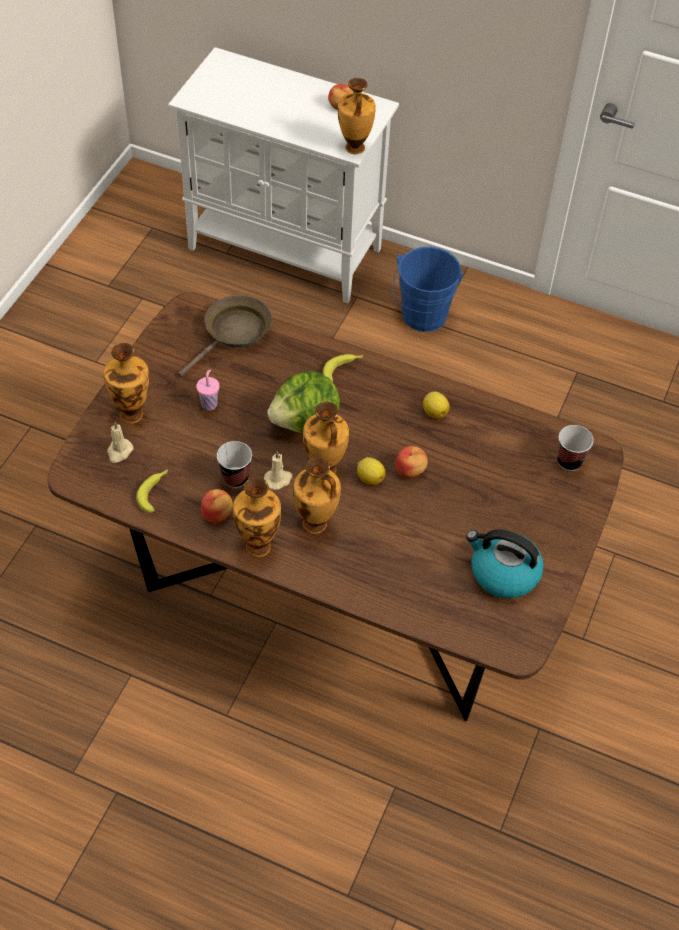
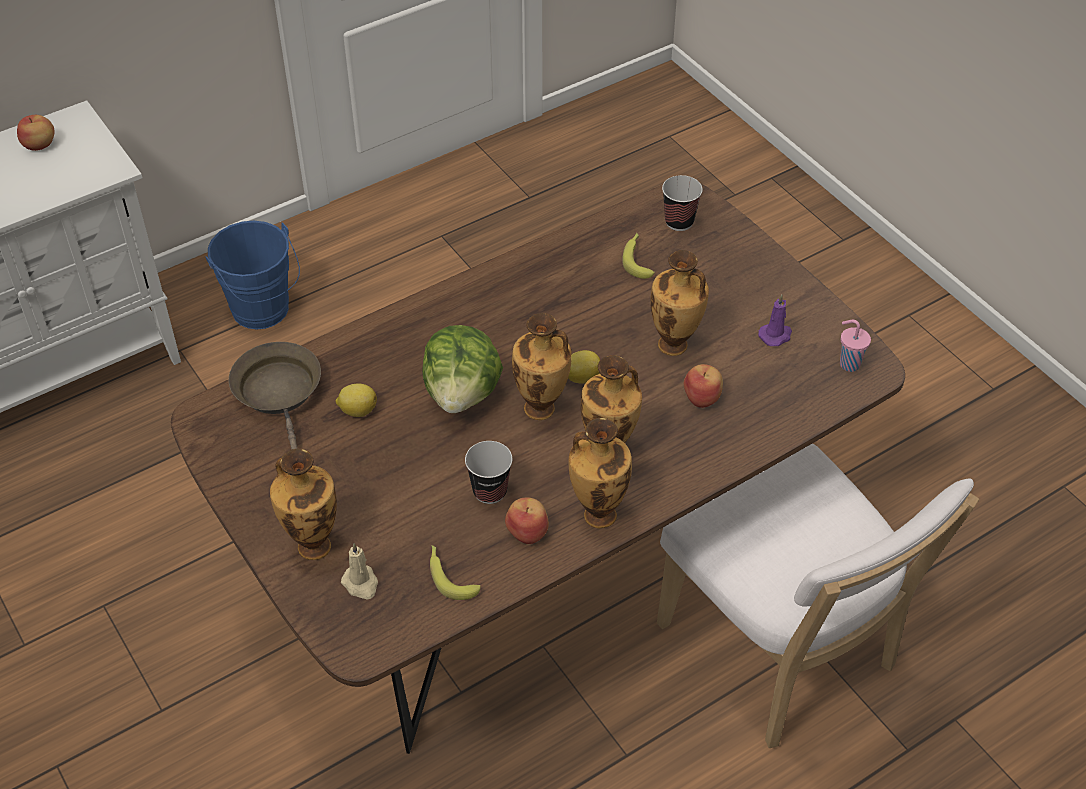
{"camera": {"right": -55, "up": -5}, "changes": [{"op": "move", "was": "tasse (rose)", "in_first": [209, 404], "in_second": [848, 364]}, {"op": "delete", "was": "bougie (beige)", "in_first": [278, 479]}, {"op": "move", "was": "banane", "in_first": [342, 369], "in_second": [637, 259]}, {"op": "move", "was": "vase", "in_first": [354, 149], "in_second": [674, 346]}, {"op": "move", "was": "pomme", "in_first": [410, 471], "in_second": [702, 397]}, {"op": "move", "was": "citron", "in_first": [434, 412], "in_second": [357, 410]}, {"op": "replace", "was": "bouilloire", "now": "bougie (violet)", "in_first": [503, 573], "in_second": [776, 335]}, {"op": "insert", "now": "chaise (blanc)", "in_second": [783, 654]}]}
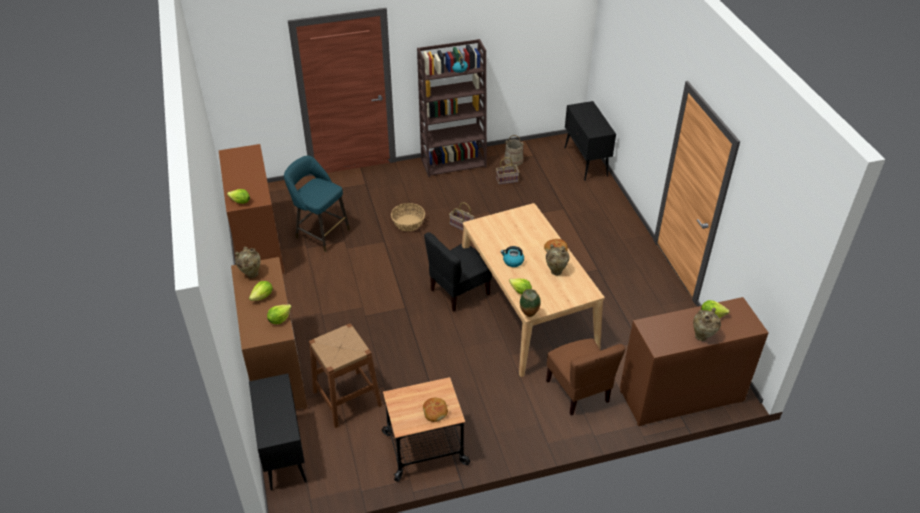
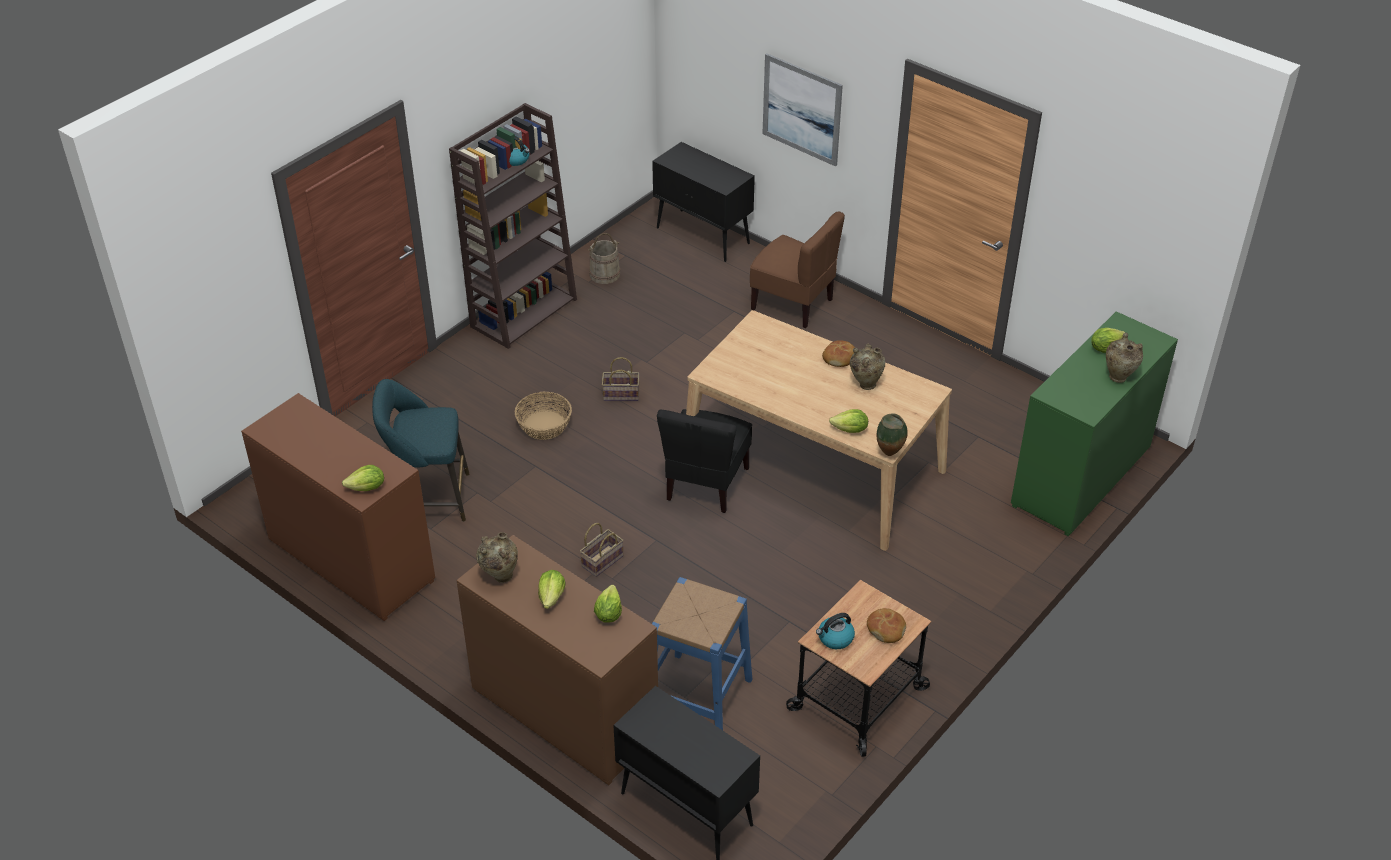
{"camera": {"right": -35, "up": 0}, "changes": [{"op": "recolor", "was": "tabouret (marron)", "now": "tabouret (bleu)", "in_first": [347, 398], "in_second": [698, 695]}, {"op": "move", "was": "panier", "in_first": [507, 179], "in_second": [602, 560]}, {"op": "move", "was": "bouilloire", "in_first": [512, 261], "in_second": [835, 638]}, {"op": "move", "was": "chaise (marron)", "in_first": [578, 391], "in_second": [793, 304]}, {"op": "recolor", "was": "commode (marron)", "now": "commode (vert)", "in_first": [681, 396], "in_second": [1081, 477]}, {"op": "insert", "now": "tableau", "in_second": [802, 109]}]}
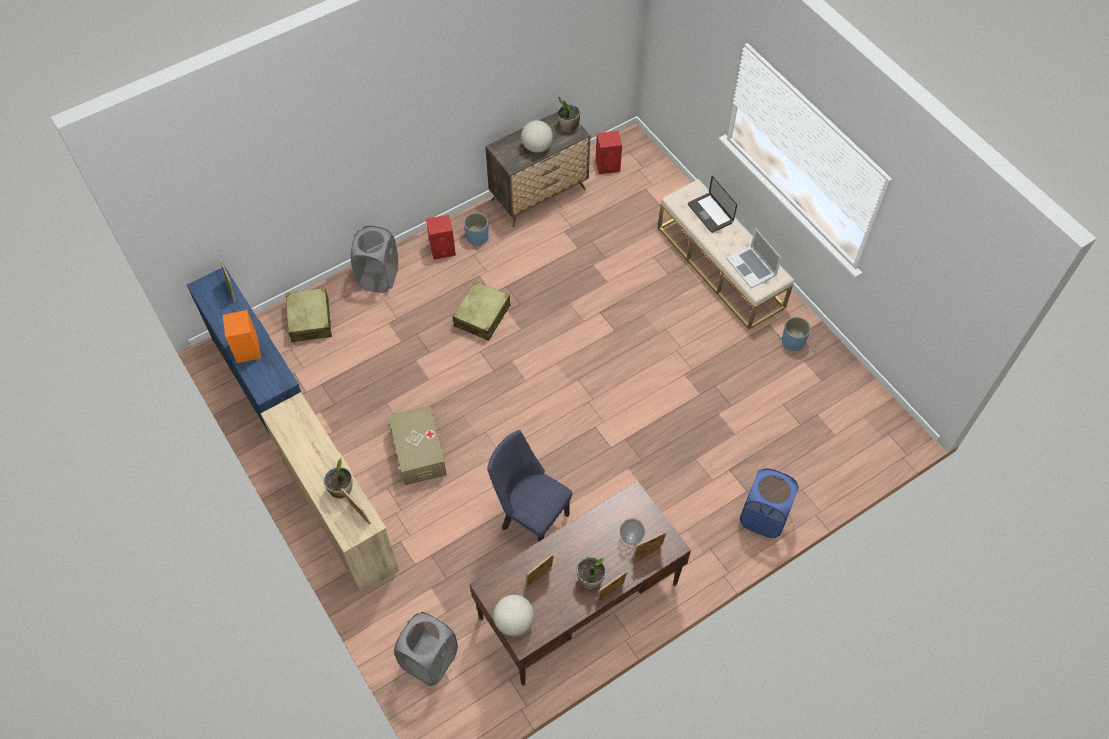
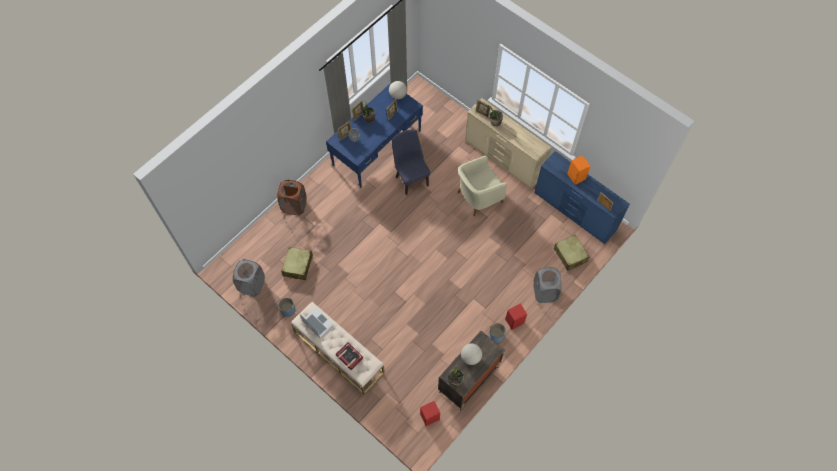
{"camera": {"right": 165, "up": 5}, "changes": [{"op": "replace", "was": "boîte de rangement (beige)", "now": "fauteuil (beige)", "in_first": [419, 452], "in_second": [478, 197]}, {"op": "move", "was": "panier à linge (gris)", "in_first": [430, 660], "in_second": [252, 285]}, {"op": "move", "was": "valise (beige)", "in_first": [482, 316], "in_second": [297, 266]}, {"op": "recolor", "was": "bureau (marron)", "now": "bureau (bleu)", "in_first": [579, 601], "in_second": [377, 148]}, {"op": "rotate", "was": "chaise (bleu)", "in_first": [530, 518], "in_second": [410, 178], "clockwise": -135}, {"op": "replace", "was": "ordinateur portable", "now": "livre", "in_first": [710, 213], "in_second": [349, 357]}, {"op": "recolor", "was": "panier à linge (bleu)", "now": "panier à linge (marron)", "in_first": [763, 517], "in_second": [294, 206]}]}
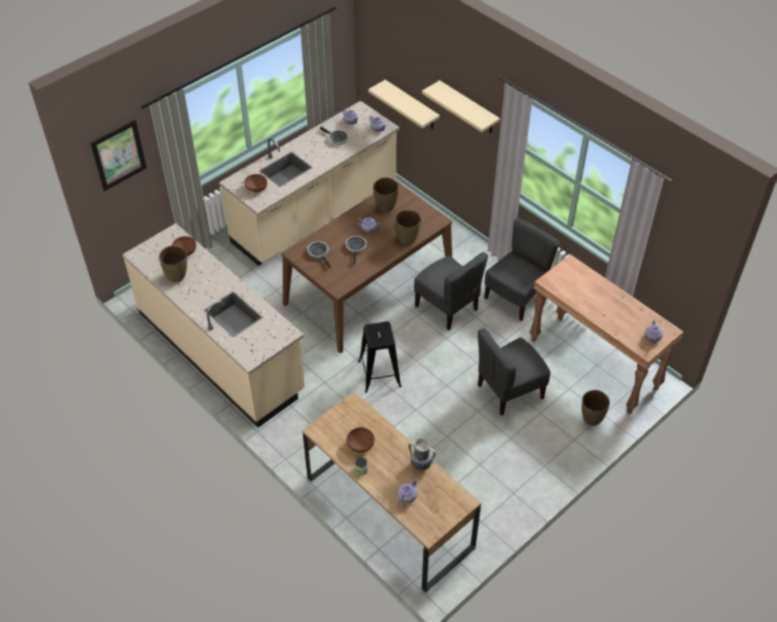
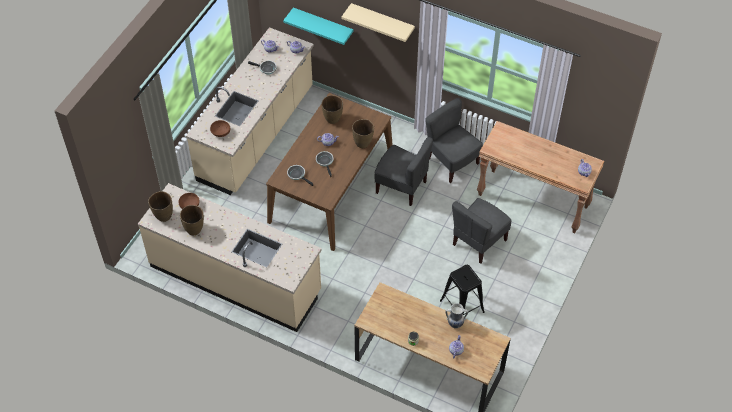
{"camera": {"right": -20, "up": 5}, "changes": [{"op": "delete", "was": "tableau", "in_first": [118, 155]}, {"op": "delete", "was": "bol (marron)", "in_first": [361, 445]}, {"op": "move", "was": "tabouret (noir)", "in_first": [379, 374], "in_second": [462, 306]}, {"op": "recolor", "was": "étagère (beige)", "now": "étagère (turquoise)", "in_first": [411, 106], "in_second": [323, 25]}, {"op": "rotate", "was": "chaise (gris)", "in_first": [516, 297], "in_second": [452, 162], "clockwise": -60}, {"op": "move", "was": "vase (marron)", "in_first": [591, 419], "in_second": [163, 216]}]}
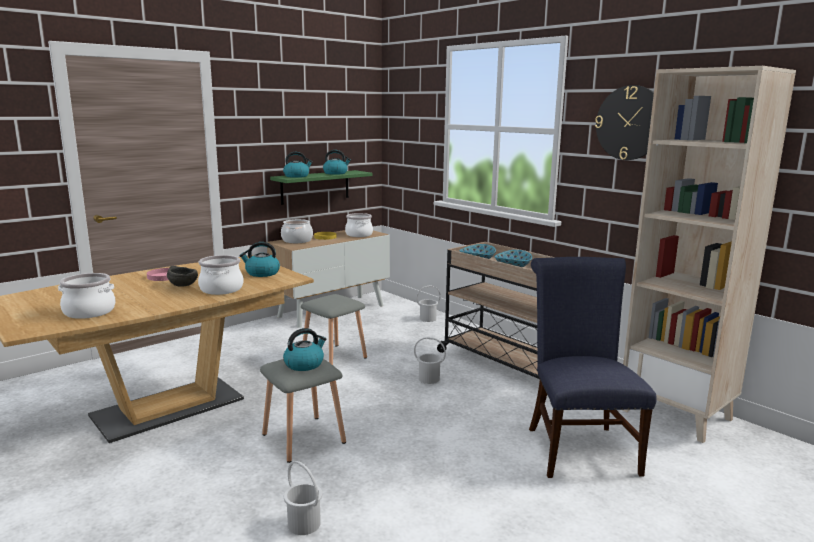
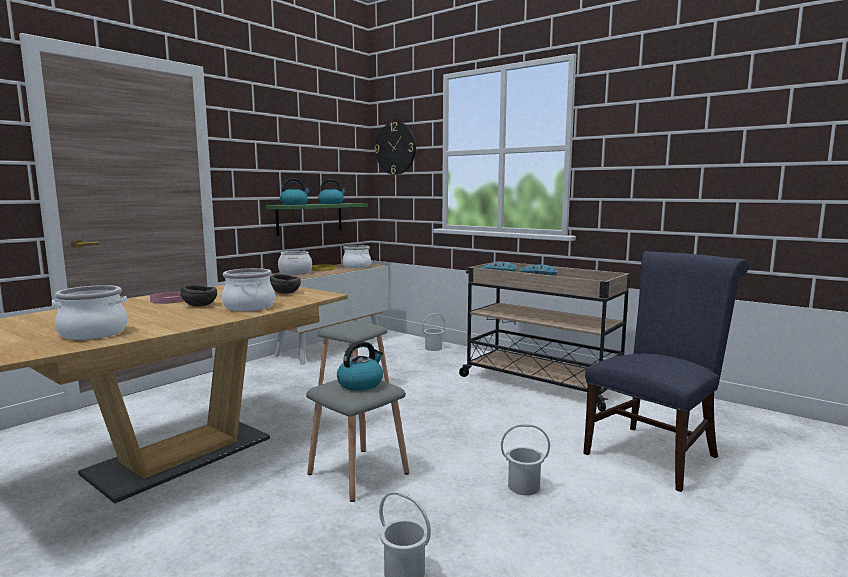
{"camera": {"right": -10, "up": -5}, "changes": [{"op": "replace", "was": "bouilloire", "now": "bol (gris)", "in_first": [262, 273], "in_second": [285, 293]}, {"op": "move", "was": "seau (blanc)", "in_first": [429, 379], "in_second": [523, 486]}, {"op": "rotate", "was": "chaise (bleu)", "in_first": [578, 446], "in_second": [655, 452], "clockwise": 60}, {"op": "move", "was": "horloge murale", "in_first": [630, 123], "in_second": [396, 148]}, {"op": "delete", "was": "bibliothèque (beige)", "in_first": [677, 415]}]}
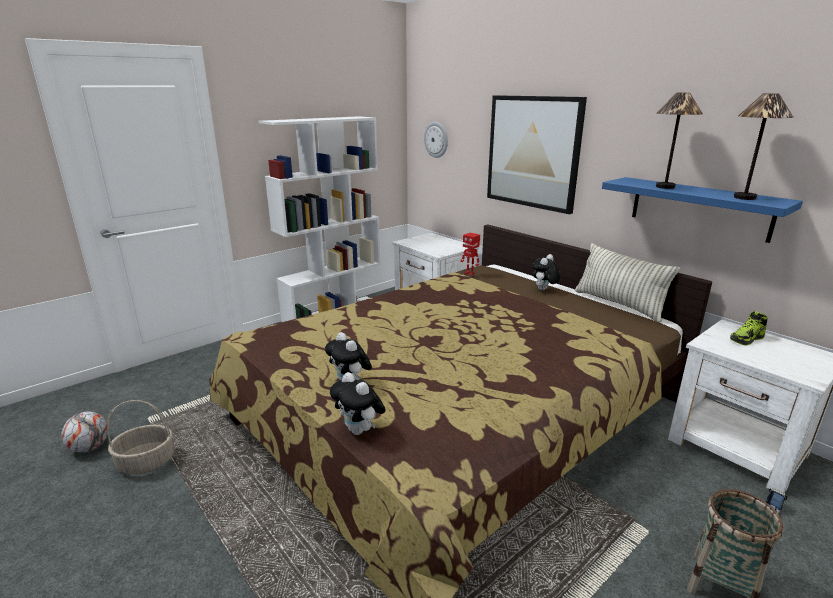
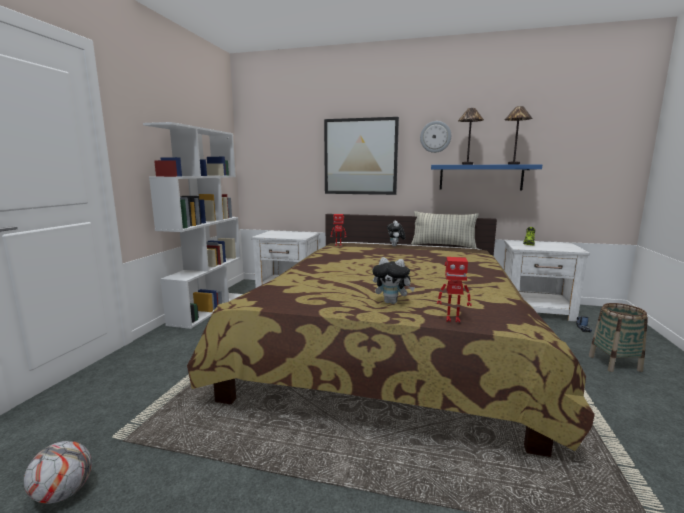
{"camera": {"right": -35, "up": -10}, "changes": [{"op": "delete", "was": "panier", "in_first": [145, 463]}, {"op": "replace", "was": "peluche", "now": "robot jouet", "in_first": [359, 431], "in_second": [452, 319]}, {"op": "move", "was": "horloge murale", "in_first": [436, 139], "in_second": [435, 137]}]}
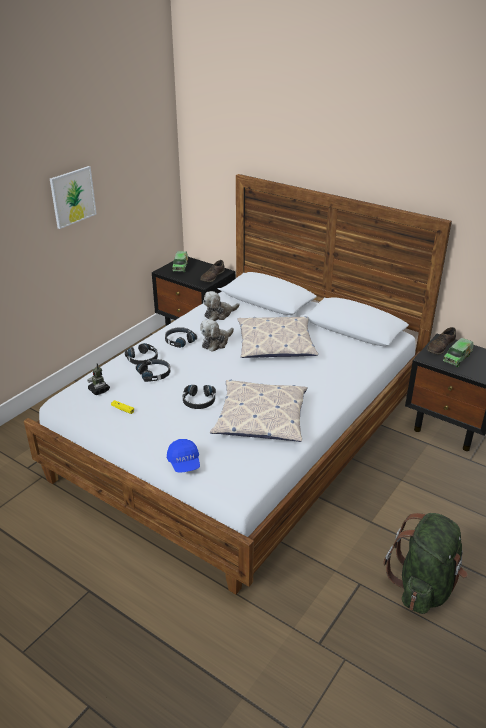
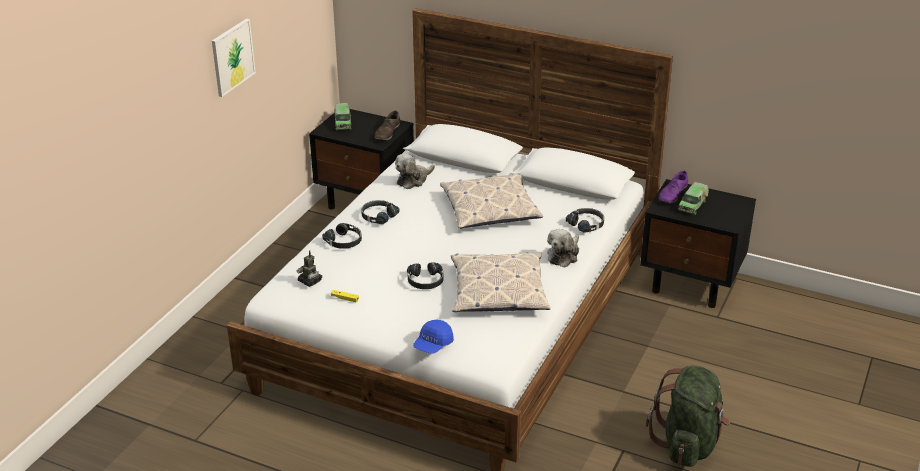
{"camera": {"right": -10, "up": 0}, "changes": [{"op": "move", "was": "casque audio (noir)", "in_first": [154, 374], "in_second": [586, 224]}, {"op": "rotate", "was": "casquette (bleu)", "in_first": [184, 463], "in_second": [433, 345], "clockwise": 60}, {"op": "move", "was": "peluche", "in_first": [216, 342], "in_second": [564, 255]}, {"op": "recolor", "was": "chaussure (marron)", "now": "chaussure (violet)", "in_first": [440, 346], "in_second": [673, 194]}]}
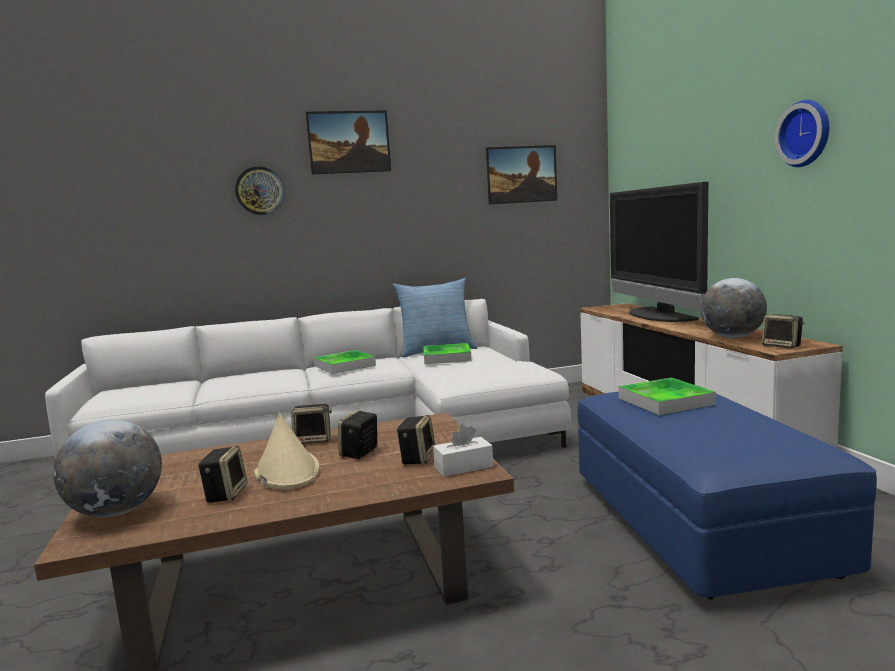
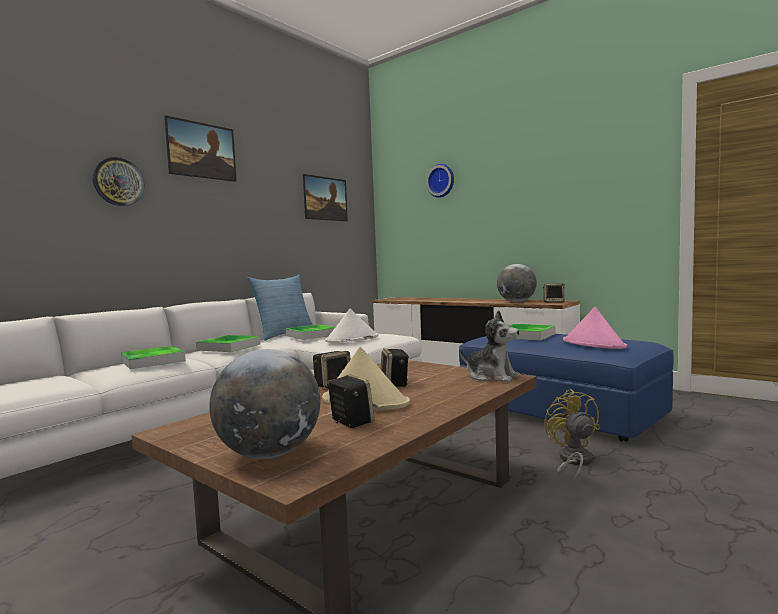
{"camera": {"right": -35, "up": -5}, "changes": [{"op": "delete", "was": "enceinte", "in_first": [417, 458]}, {"op": "replace", "was": "boîte à mouchoirs (blanc)", "now": "peluche", "in_first": [463, 467], "in_second": [492, 377]}, {"op": "delete", "was": "téléviseur", "in_first": [657, 315]}, {"op": "move", "was": "horloge murale", "in_first": [806, 133], "in_second": [441, 181]}, {"op": "insert", "now": "plateau", "in_second": [153, 361]}, {"op": "insert", "now": "chapeau (blanc)", "in_second": [352, 339]}, {"op": "insert", "now": "ventilateur (jaune)", "in_second": [573, 461]}, {"op": "insert", "now": "chapeau (rose)", "in_second": [594, 344]}]}
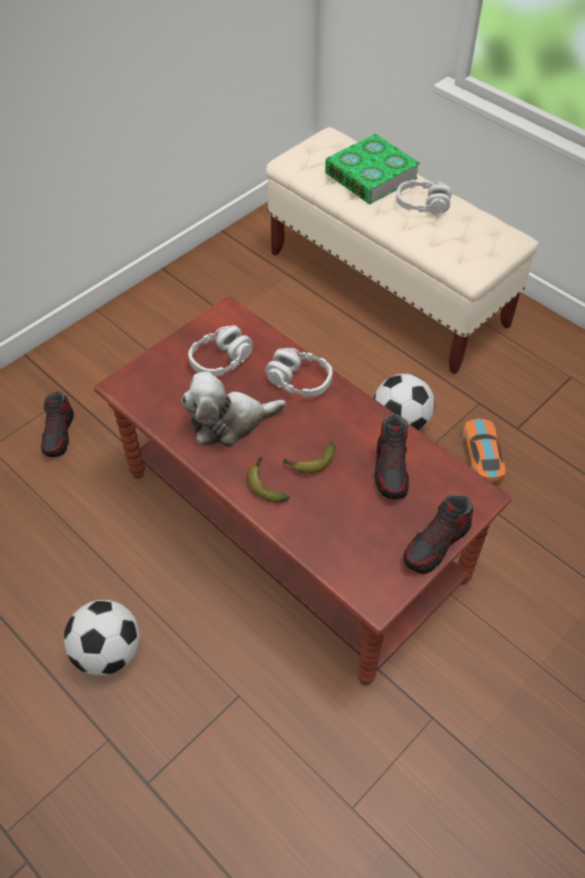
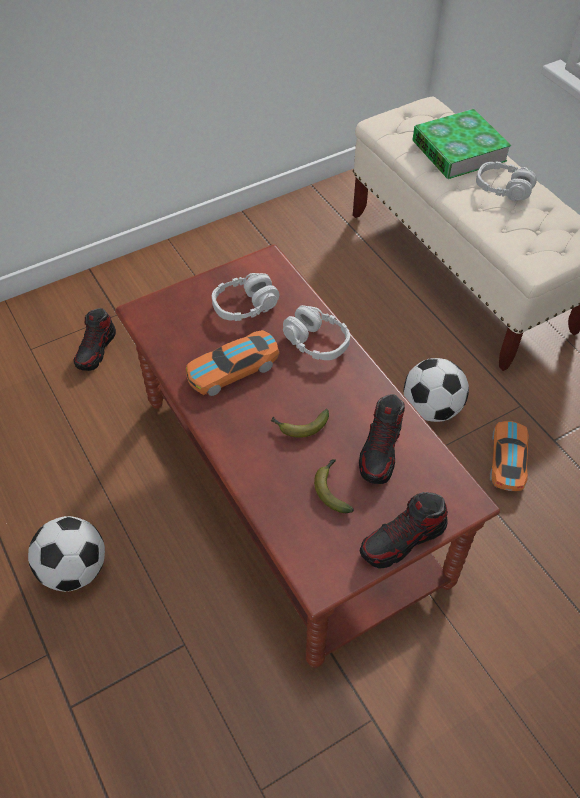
{"camera": {"right": 15, "up": 0}, "changes": [{"op": "replace", "was": "peluche", "now": "petite voiture", "in_first": [229, 422], "in_second": [233, 369]}, {"op": "move", "was": "banane", "in_first": [265, 484], "in_second": [332, 489]}]}
